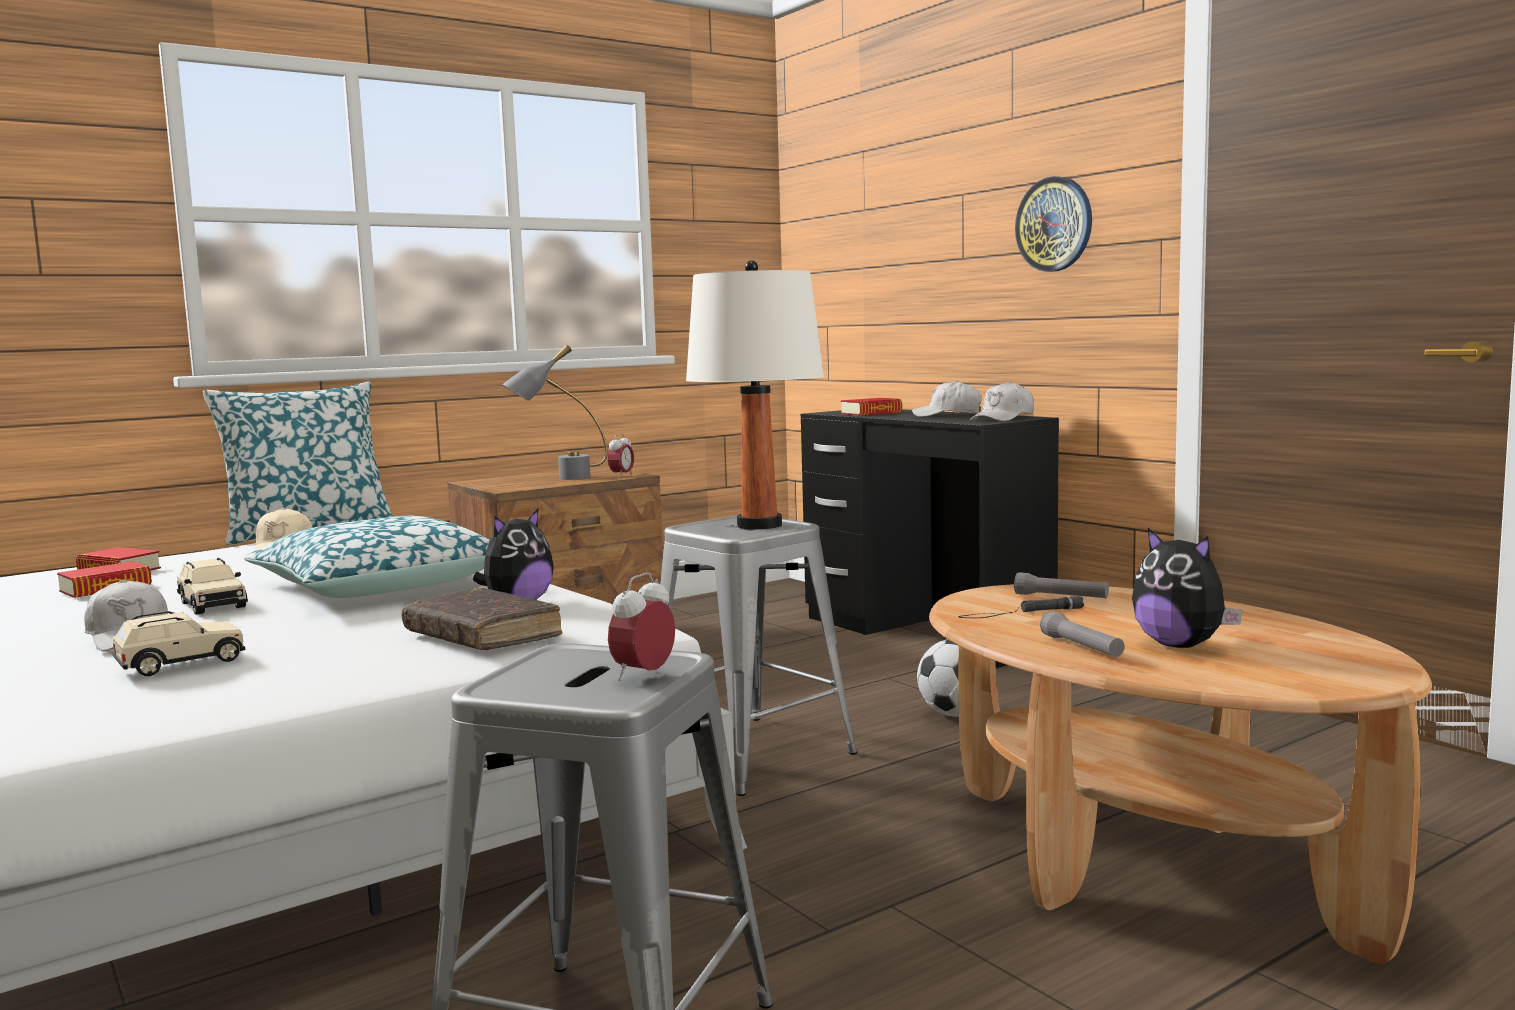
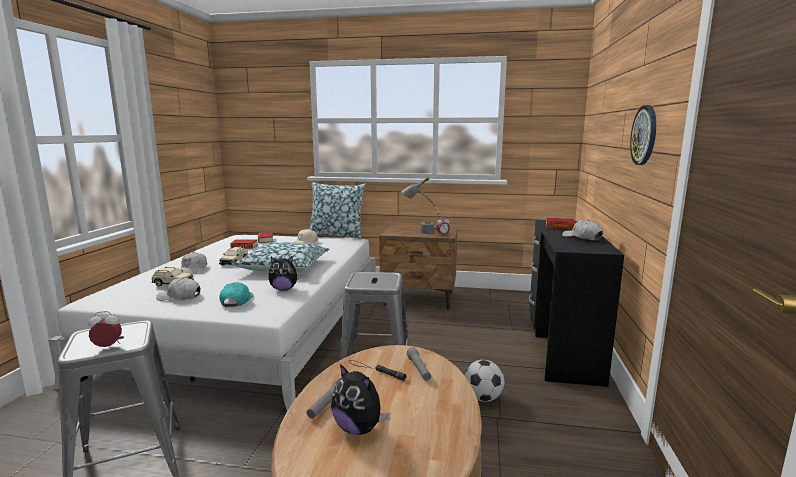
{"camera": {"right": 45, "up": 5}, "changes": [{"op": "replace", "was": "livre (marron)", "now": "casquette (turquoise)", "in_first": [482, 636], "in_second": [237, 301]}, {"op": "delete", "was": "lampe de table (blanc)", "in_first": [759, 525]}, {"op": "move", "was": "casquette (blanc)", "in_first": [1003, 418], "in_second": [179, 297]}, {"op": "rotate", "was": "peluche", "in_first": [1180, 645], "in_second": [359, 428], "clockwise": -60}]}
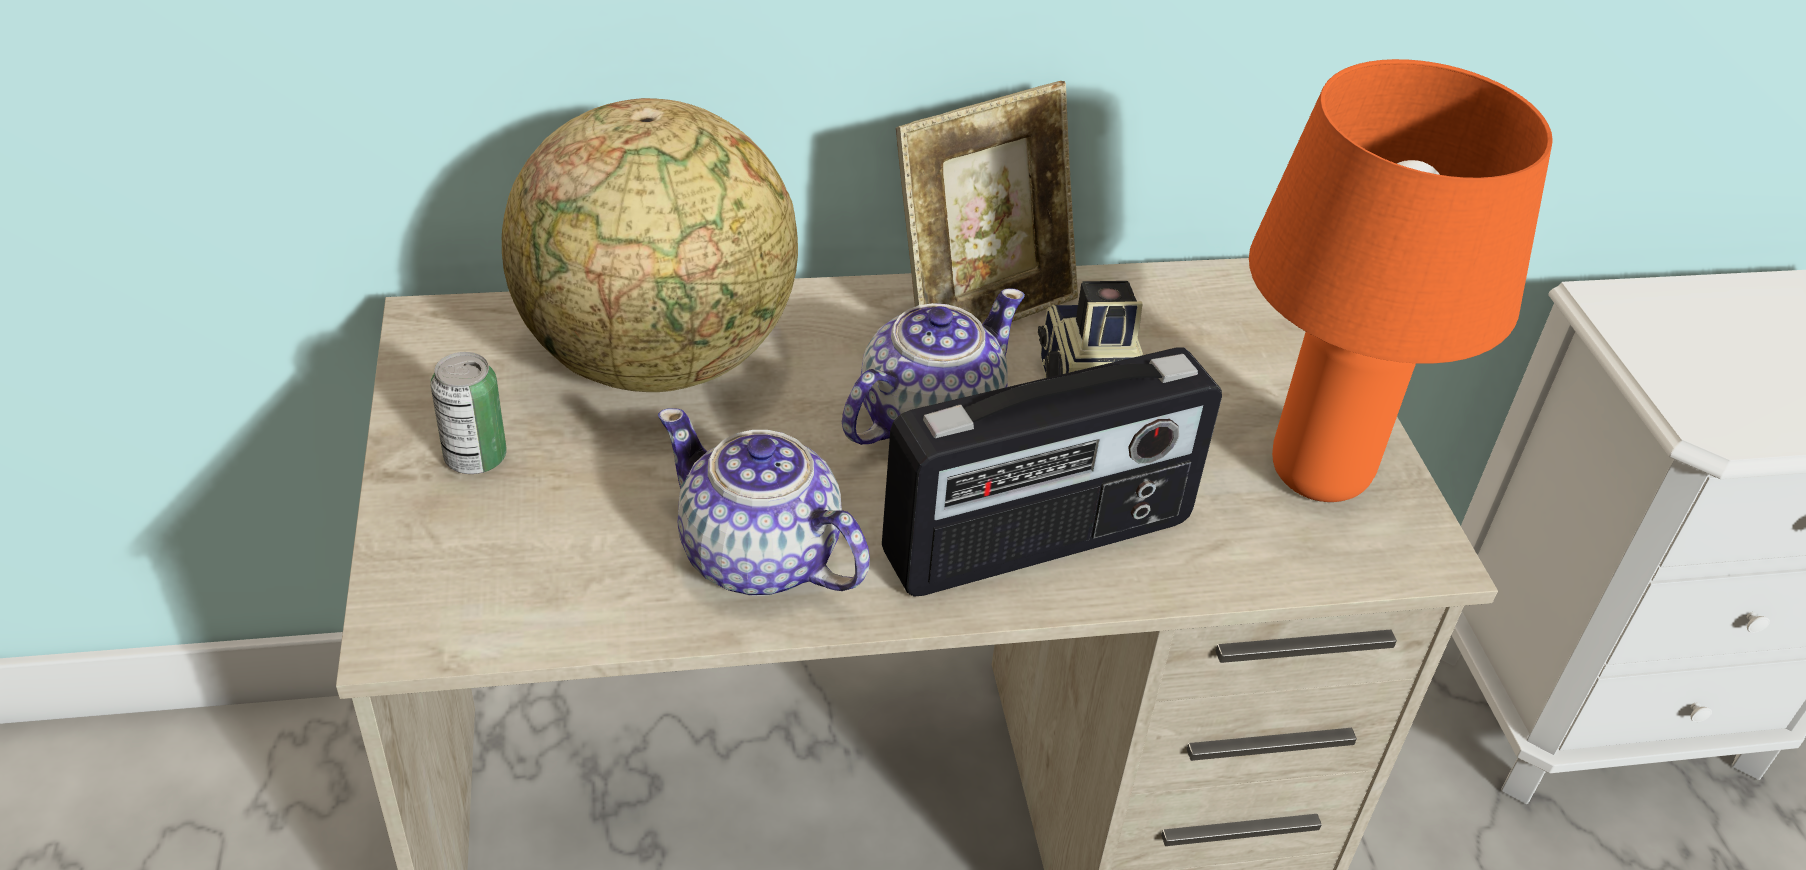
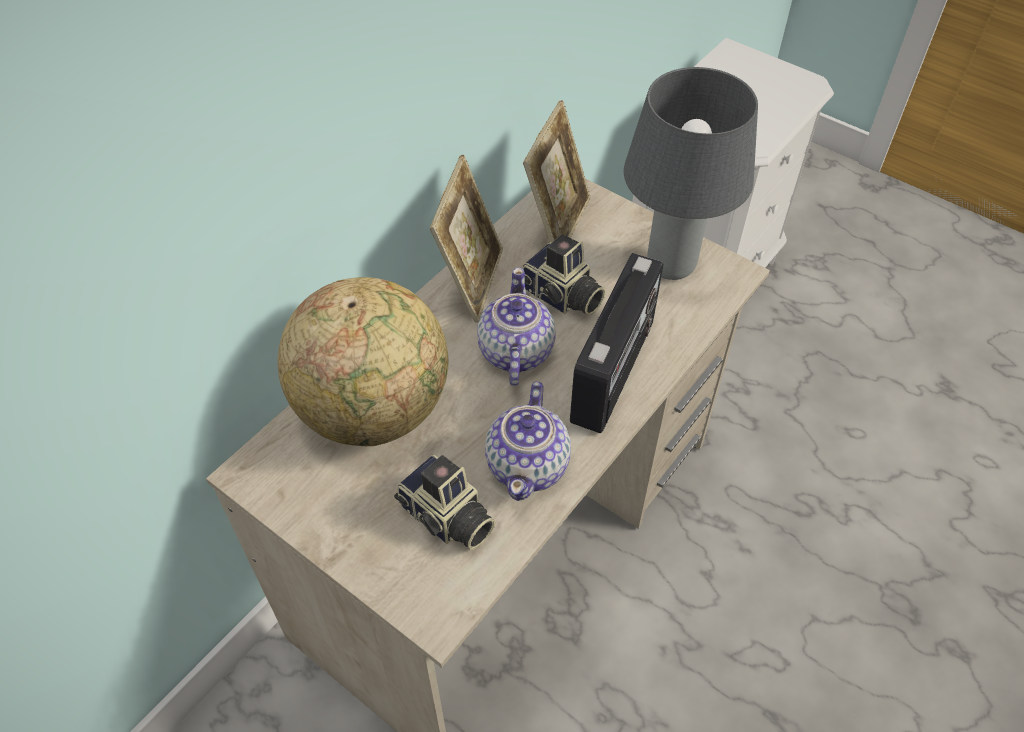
{"camera": {"right": -40, "up": 10}, "changes": [{"op": "delete", "was": "boîte métallique", "in_first": [475, 458]}, {"op": "rotate", "was": "théière", "in_first": [760, 559], "in_second": [528, 465], "clockwise": -75}, {"op": "recolor", "was": "lampe de table (orange)", "now": "lampe de table (gris)", "in_first": [1321, 474], "in_second": [671, 265]}, {"op": "insert", "now": "appareil photo", "in_second": [447, 519]}, {"op": "insert", "now": "cadre photo", "in_second": [557, 223]}]}
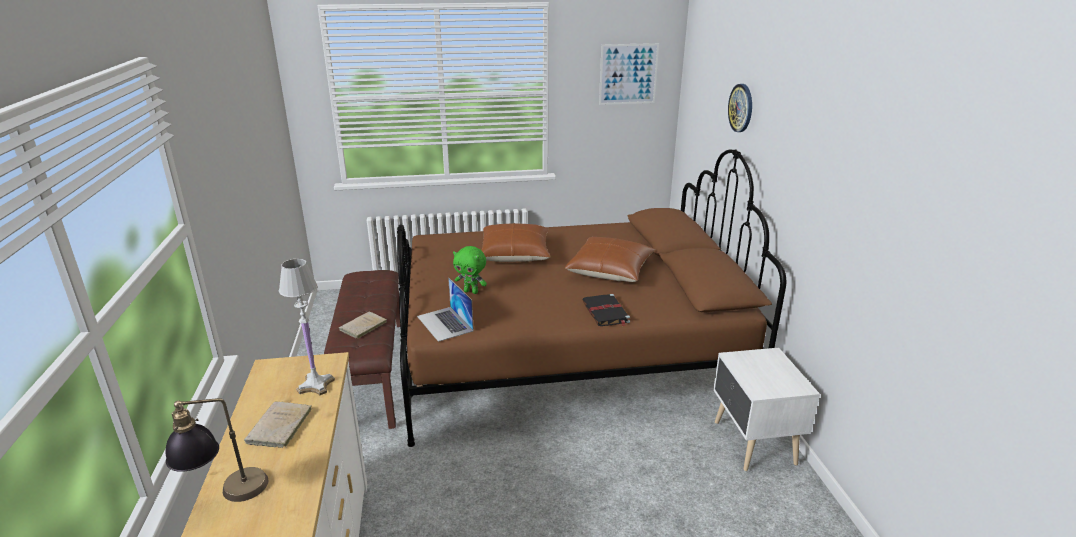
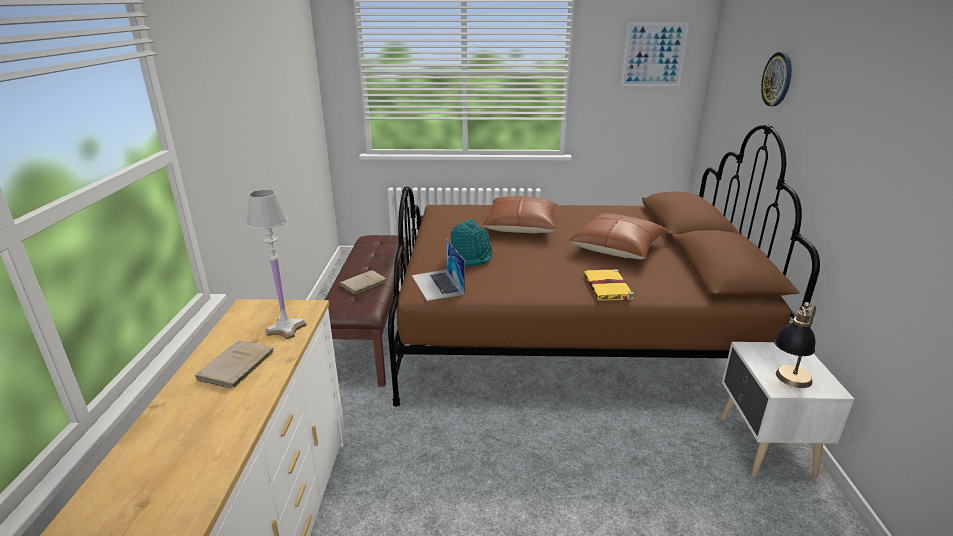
{"camera": {"right": 10, "up": 0}, "changes": [{"op": "move", "was": "lampe de table", "in_first": [227, 496], "in_second": [787, 383]}, {"op": "replace", "was": "peluche (vert)", "now": "chapeau (turquoise)", "in_first": [471, 291], "in_second": [471, 257]}, {"op": "recolor", "was": "livre (noir)", "now": "livre (jaune)", "in_first": [606, 312], "in_second": [607, 287]}]}
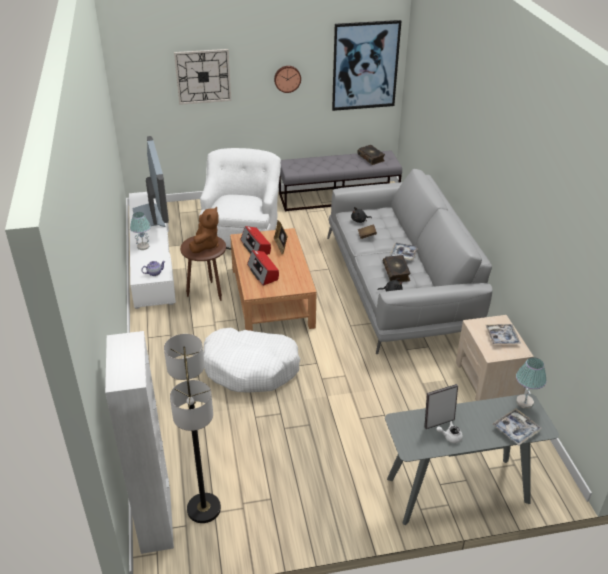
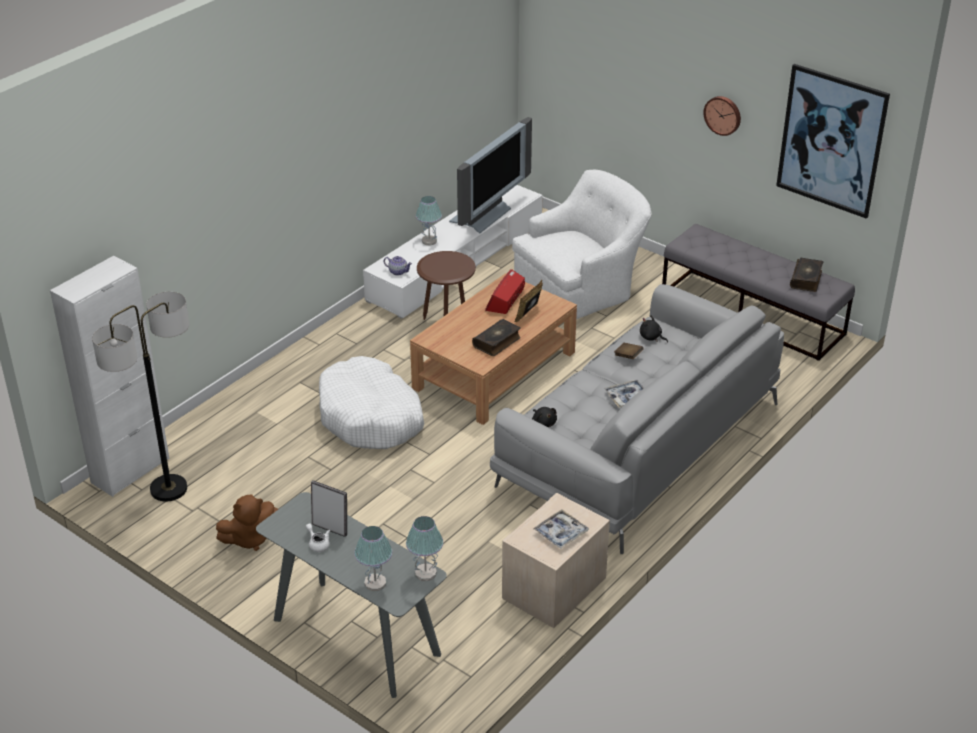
{"camera": {"right": 50, "up": 0}, "changes": [{"op": "delete", "was": "horloge murale", "in_first": [203, 76]}, {"op": "move", "was": "peluche (marron)", "in_first": [205, 245], "in_second": [250, 538]}, {"op": "delete", "was": "radio", "in_first": [263, 272]}, {"op": "move", "was": "livre", "in_first": [396, 272], "in_second": [497, 342]}, {"op": "replace", "was": "plateau", "now": "lampe de table", "in_first": [516, 430], "in_second": [375, 583]}]}
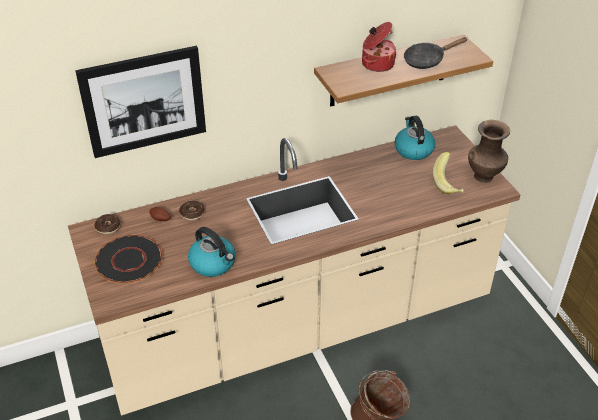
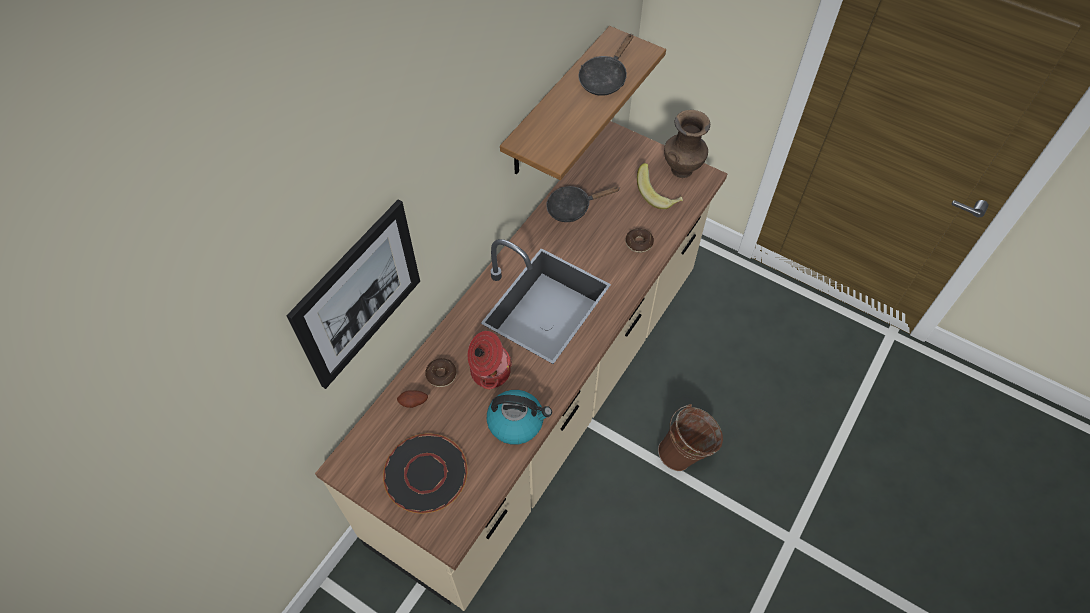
{"camera": {"right": -35, "up": 15}, "changes": [{"op": "move", "was": "beignet", "in_first": [108, 227], "in_second": [639, 243]}, {"op": "move", "was": "marmite", "in_first": [377, 64], "in_second": [489, 372]}, {"op": "delete", "was": "bouilloire", "in_first": [413, 149]}, {"op": "insert", "now": "poêle (noir)", "in_second": [573, 208]}]}
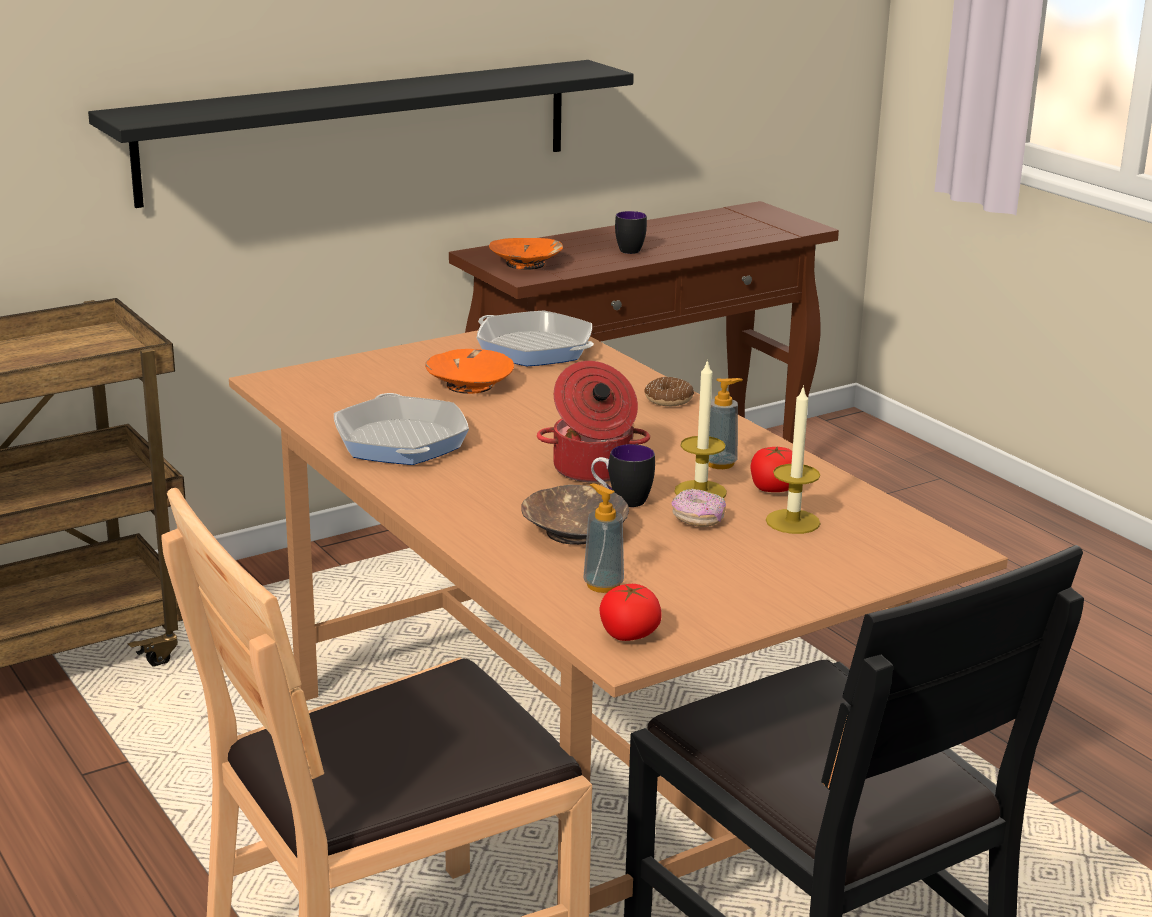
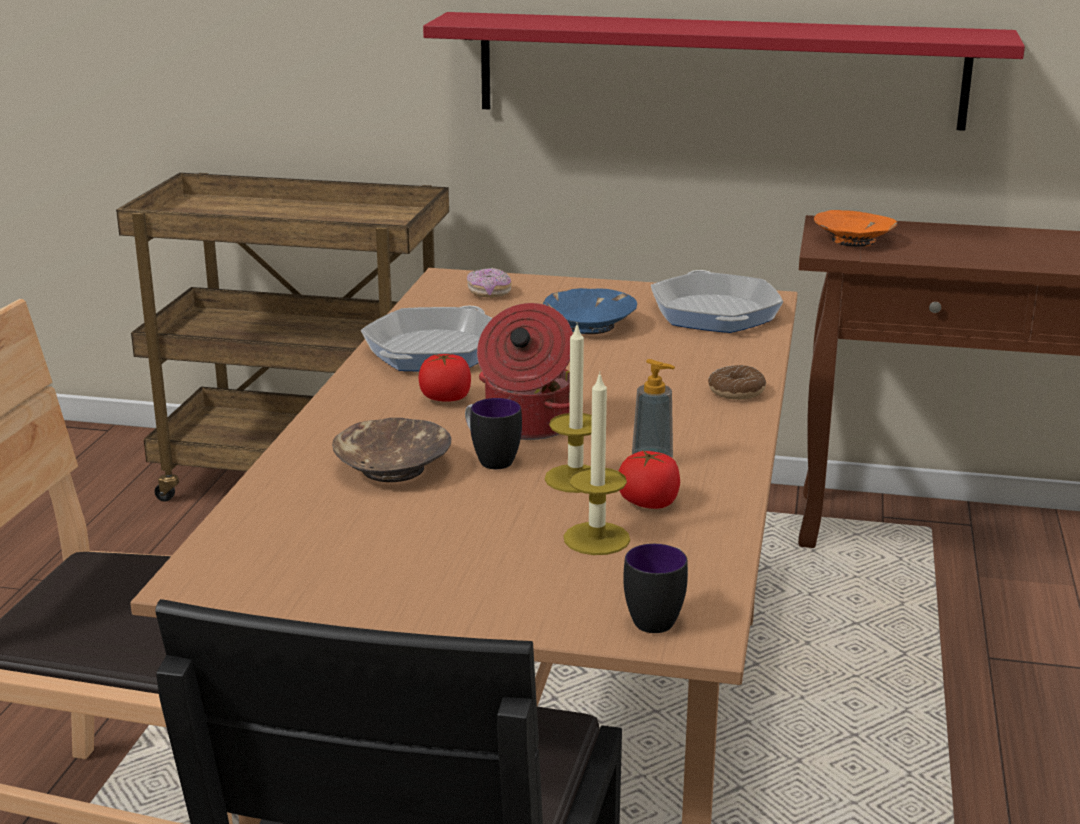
{"camera": {"right": 45, "up": 0}, "changes": [{"op": "recolor", "was": "étagère (noir)", "now": "étagère (rouge)", "in_first": [359, 130], "in_second": [718, 70]}, {"op": "recolor", "was": "bol (orange)", "now": "bol (bleu)", "in_first": [468, 385], "in_second": [589, 325]}, {"op": "delete", "was": "distributeur de savon", "in_first": [603, 585]}, {"op": "move", "was": "tomate", "in_first": [629, 635], "in_second": [445, 398]}, {"op": "move", "was": "mug", "in_first": [628, 249], "in_second": [659, 617]}, {"op": "move", "was": "beignet", "in_first": [698, 520], "in_second": [489, 293]}]}
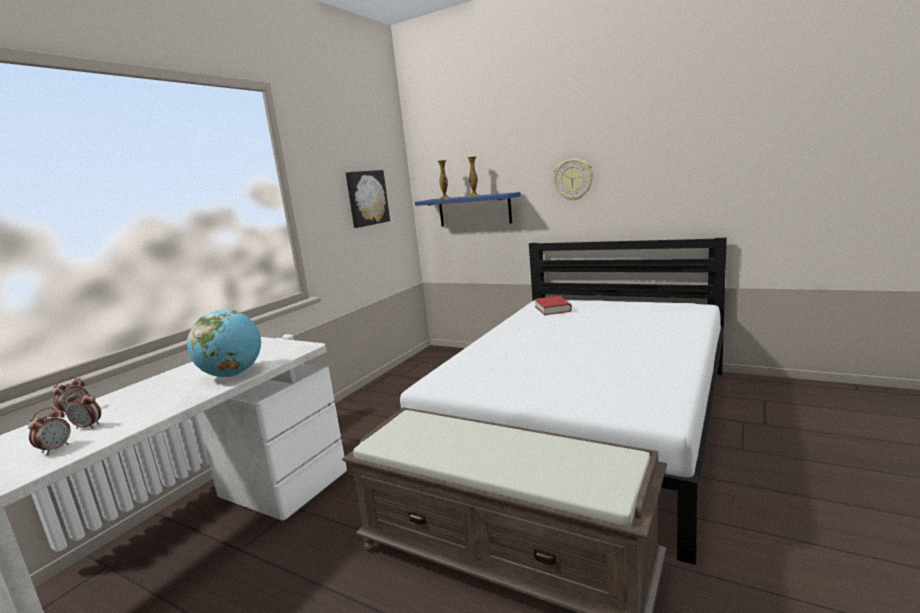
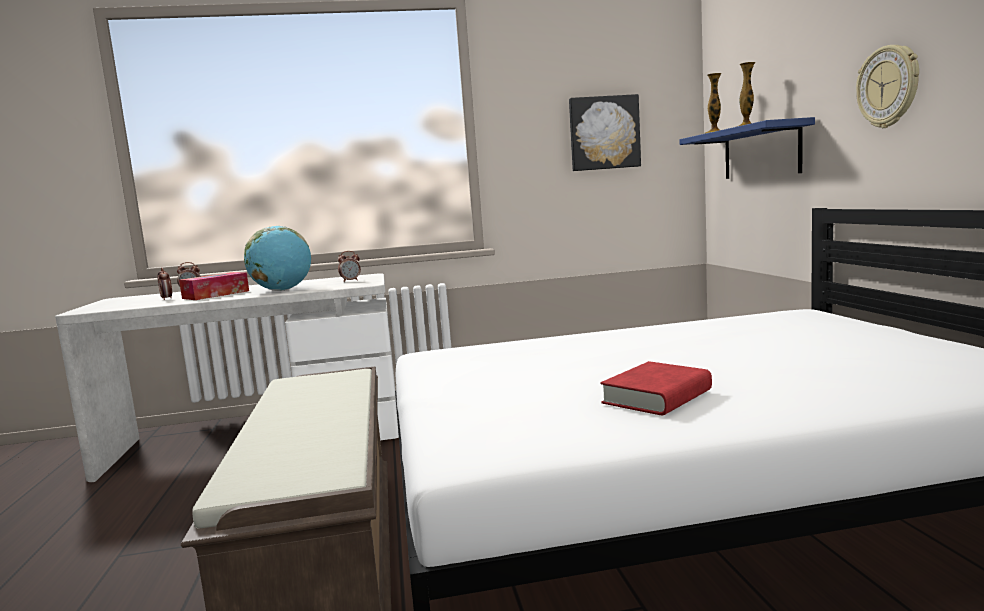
{"camera": {"right": 50, "up": -5}, "changes": [{"op": "move", "was": "réveil", "in_first": [55, 449], "in_second": [350, 281]}, {"op": "move", "was": "livre (rouge)", "in_first": [552, 309], "in_second": [657, 397]}, {"op": "insert", "now": "boîte à mouchoirs", "in_second": [216, 295]}]}
